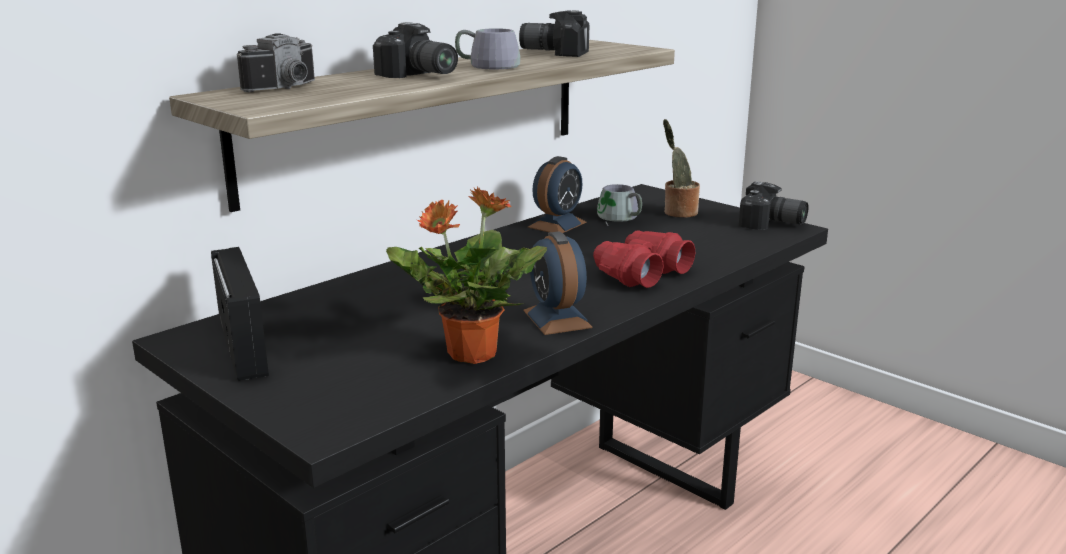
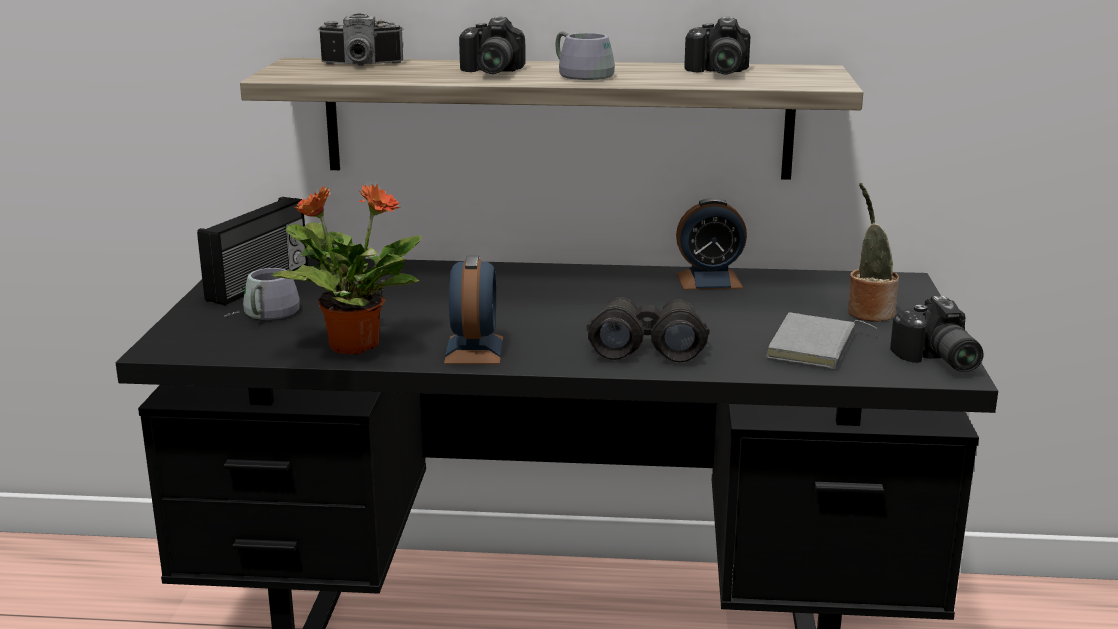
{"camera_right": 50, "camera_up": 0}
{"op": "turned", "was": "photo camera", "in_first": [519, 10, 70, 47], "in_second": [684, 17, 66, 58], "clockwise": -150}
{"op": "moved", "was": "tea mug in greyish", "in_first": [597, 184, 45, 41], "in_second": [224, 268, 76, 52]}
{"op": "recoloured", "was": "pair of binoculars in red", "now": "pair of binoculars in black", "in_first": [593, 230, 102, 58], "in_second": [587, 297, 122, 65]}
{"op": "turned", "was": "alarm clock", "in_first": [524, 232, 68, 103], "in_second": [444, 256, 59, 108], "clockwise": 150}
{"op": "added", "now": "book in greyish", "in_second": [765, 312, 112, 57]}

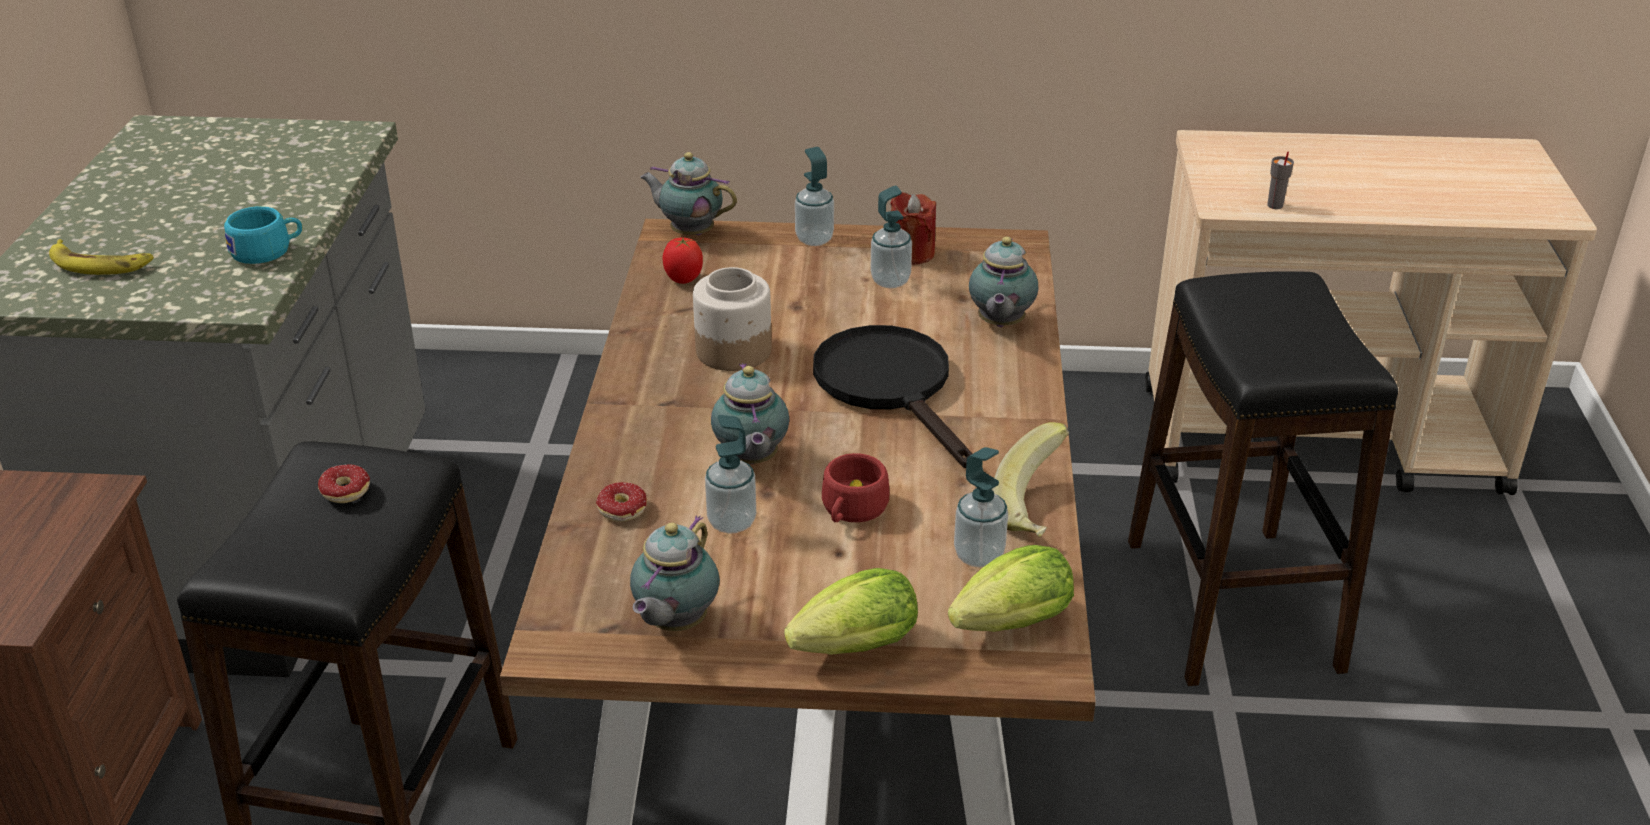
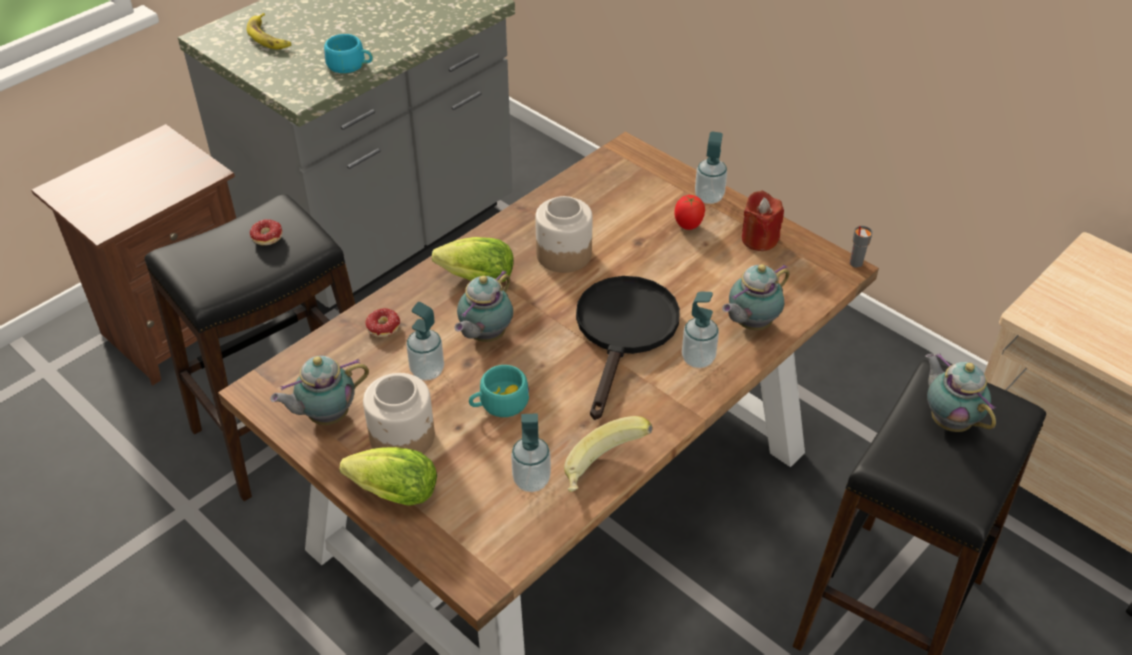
{"camera_right": 40, "camera_up": 10}
{"op": "moved", "was": "tea pot", "in_first": [640, 152, 97, 83], "in_second": [925, 353, 71, 79]}
{"op": "moved", "was": "drinking cup in greyish", "in_first": [1267, 152, 27, 57], "in_second": [850, 226, 23, 42]}
{"op": "moved", "was": "soap bottle", "in_first": [870, 186, 42, 102], "in_second": [682, 292, 37, 76]}
{"op": "moved", "was": "tomato", "in_first": [662, 238, 41, 46], "in_second": [674, 195, 31, 35]}
{"op": "recoloured", "was": "drinking cup in red", "now": "drinking cup in turquoise", "in_first": [822, 453, 67, 69], "in_second": [469, 365, 60, 52]}
{"op": "moved", "was": "lettuce head", "in_first": [948, 545, 126, 87], "in_second": [432, 237, 82, 45]}
{"op": "added", "now": "preserve jar", "in_second": [363, 373, 72, 81]}

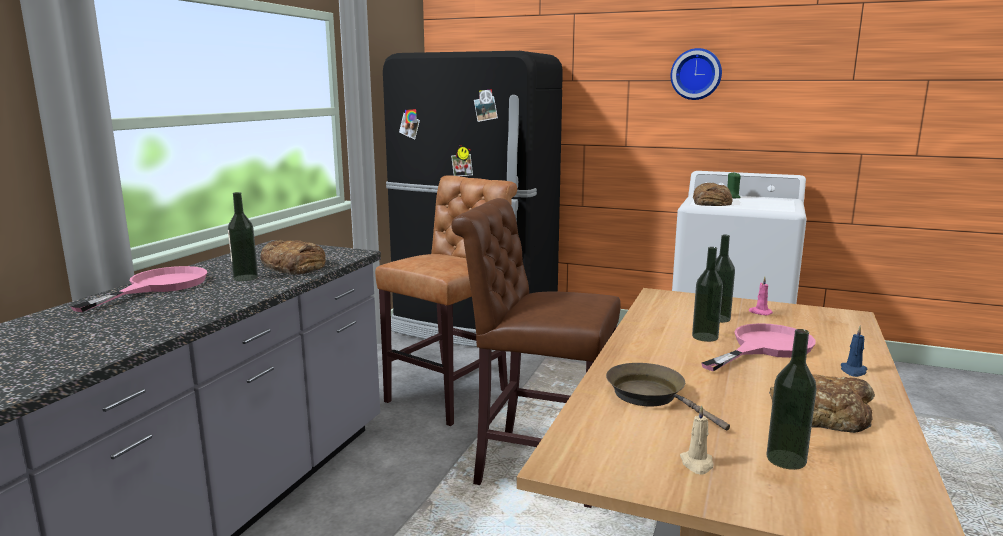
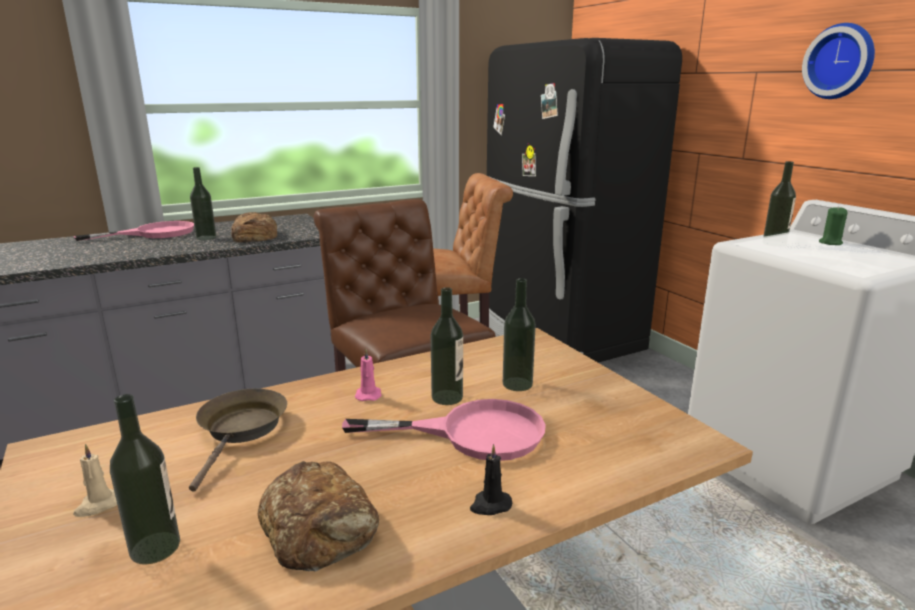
{"camera_right": 40, "camera_up": 5}
{"op": "replaced", "was": "bakery bread", "now": "beverage bottle", "in_first": [693, 183, 40, 23], "in_second": [763, 161, 33, 86]}
{"op": "moved", "was": "wax candle in pinkish", "in_first": [749, 277, 24, 39], "in_second": [355, 349, 27, 52]}
{"op": "recoloured", "was": "wax candle in bluish", "now": "wax candle in black", "in_first": [841, 326, 26, 51], "in_second": [470, 444, 42, 71]}

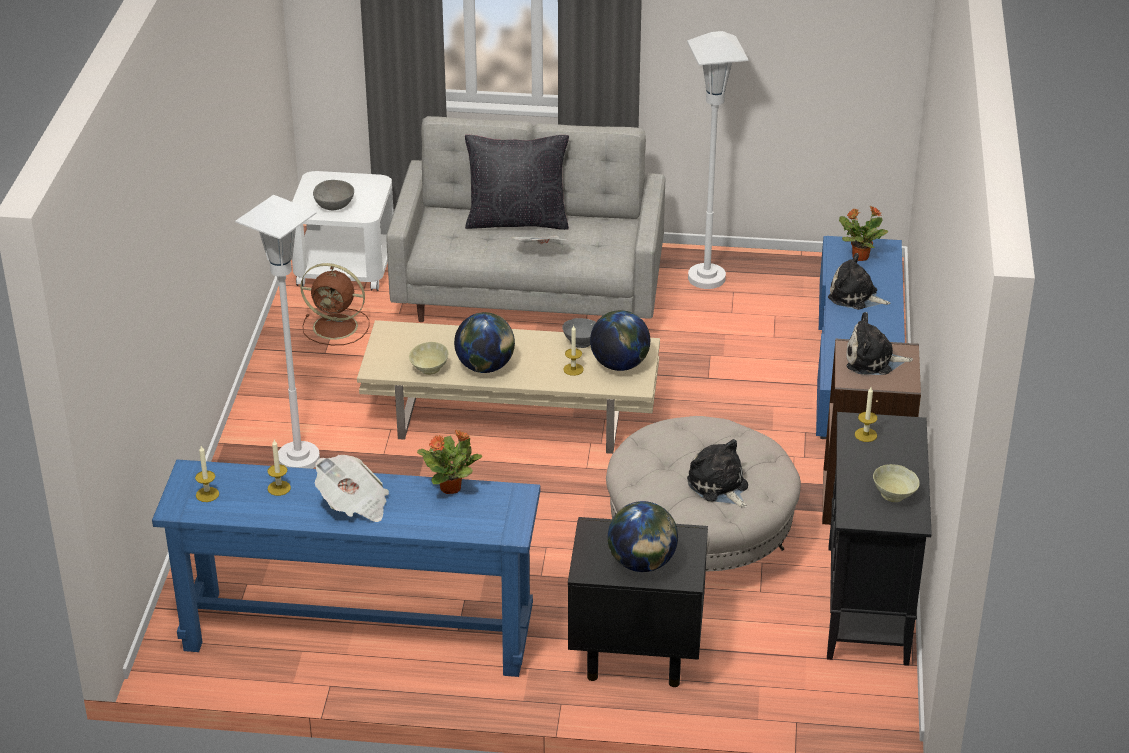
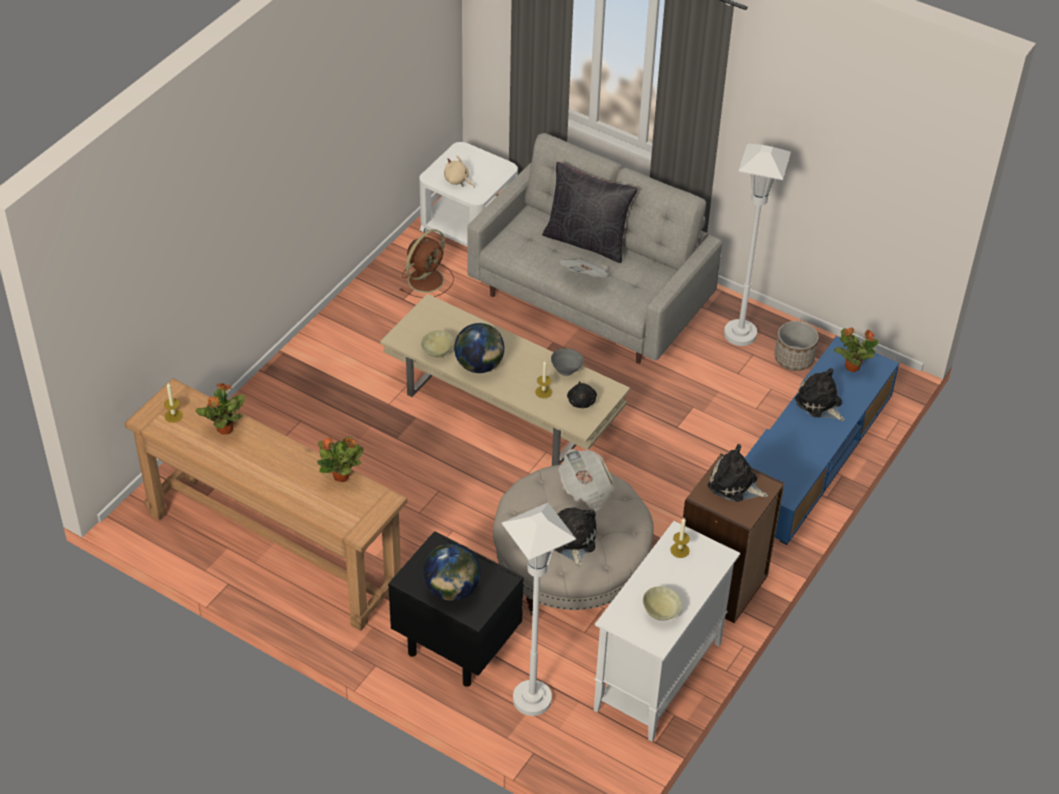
{"camera_right": 25, "camera_up": 10}
{"op": "replaced", "was": "deep dish in greyish", "now": "plush toy in beige-coloured", "in_first": [313, 180, 41, 30], "in_second": [444, 156, 31, 32]}
{"op": "moved", "was": "floor lamp in white", "in_first": [235, 195, 85, 274], "in_second": [502, 503, 74, 213]}
{"op": "turned", "was": "cooling fan in brown", "in_first": [300, 263, 69, 82], "in_second": [399, 229, 55, 69], "clockwise": -90}
{"op": "replaced", "was": "world globe", "now": "plush toy in black", "in_first": [590, 310, 60, 61], "in_second": [567, 381, 30, 27]}
{"op": "recoloured", "was": "cabinet in black", "now": "cabinet in white", "in_first": [827, 412, 105, 254], "in_second": [594, 521, 146, 221]}
{"op": "replaced", "was": "wax candle", "now": "houseplant", "in_first": [267, 440, 24, 56], "in_second": [196, 383, 49, 52]}
{"op": "moved", "was": "daily paper", "in_first": [314, 455, 75, 67], "in_second": [558, 449, 57, 62]}
{"op": "recoloured", "was": "console table in bluish", "now": "console table in brown", "in_first": [152, 459, 389, 218], "in_second": [124, 378, 283, 253]}
{"op": "added", "now": "planter", "in_second": [775, 321, 44, 50]}

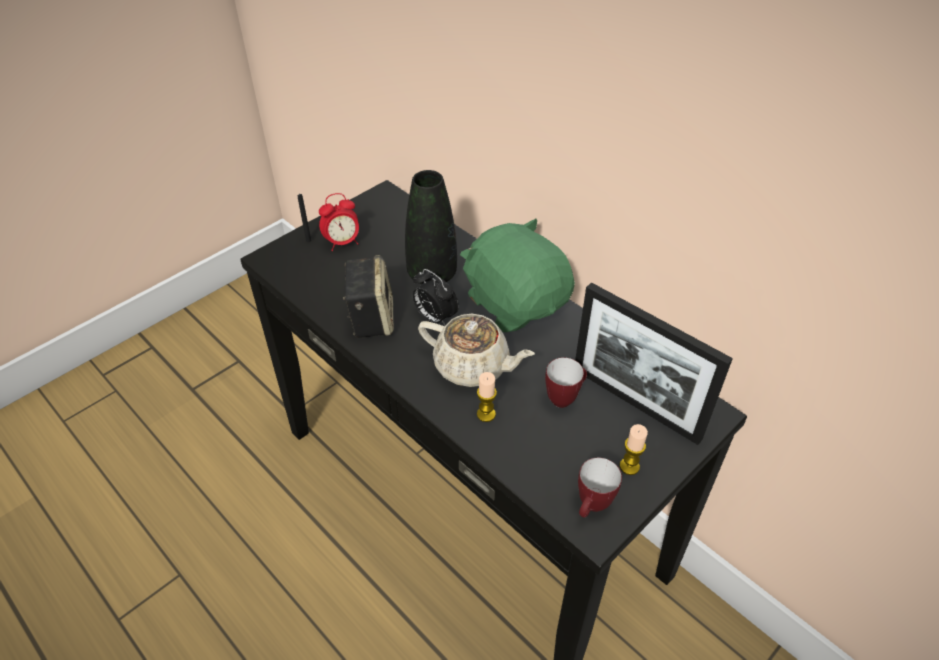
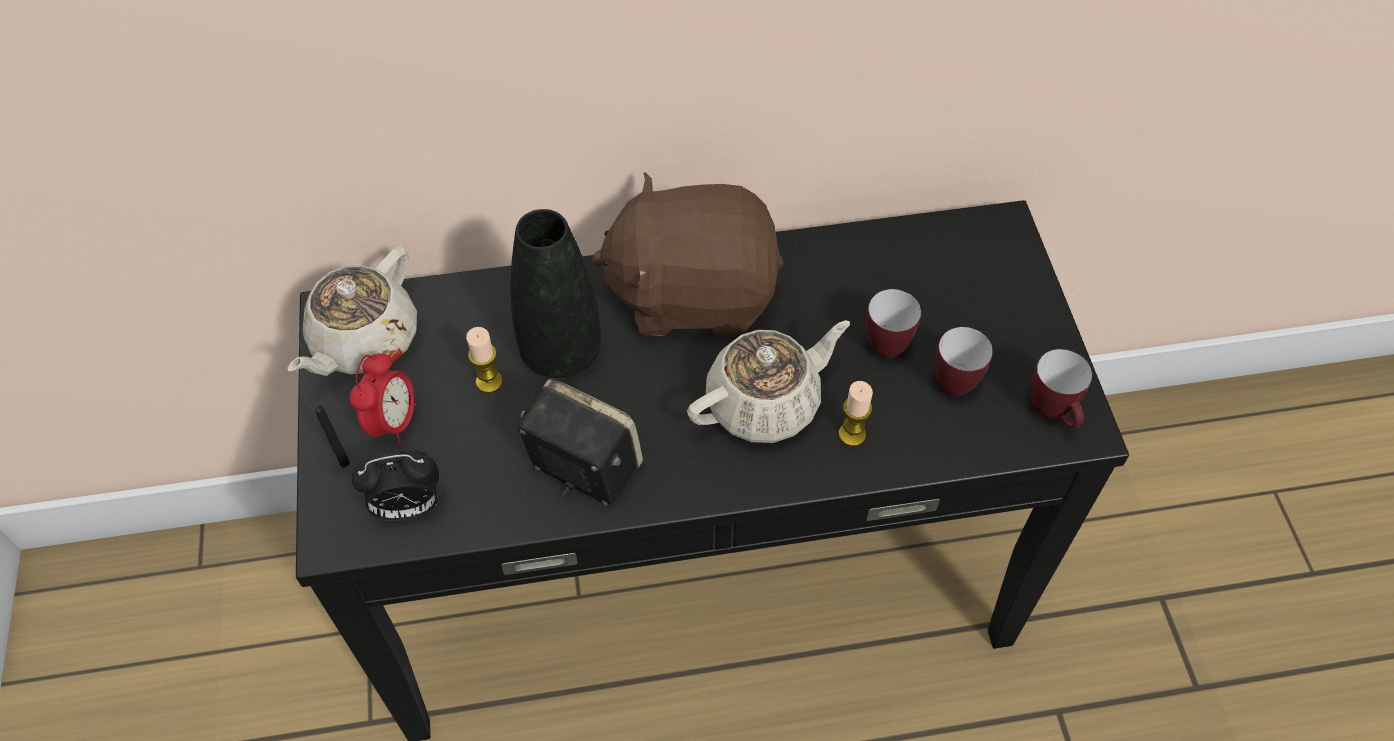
{"camera_right": -55, "camera_up": 10}
{"op": "recoloured", "was": "plush toy in green-coloured", "now": "plush toy in brown", "in_first": [460, 219, 115, 113], "in_second": [591, 172, 192, 165]}
{"op": "moved", "was": "alarm clock", "in_first": [413, 269, 46, 57], "in_second": [352, 451, 87, 70]}
{"op": "removed", "was": "photo frame", "in_first": [575, 282, 158, 163]}
{"op": "moved", "was": "wax candle", "in_first": [620, 424, 28, 51], "in_second": [466, 327, 37, 66]}
{"op": "added", "now": "tea pot in beige-coloured", "in_second": [288, 247, 129, 129]}
{"op": "added", "now": "tea mug", "in_second": [935, 327, 58, 69]}

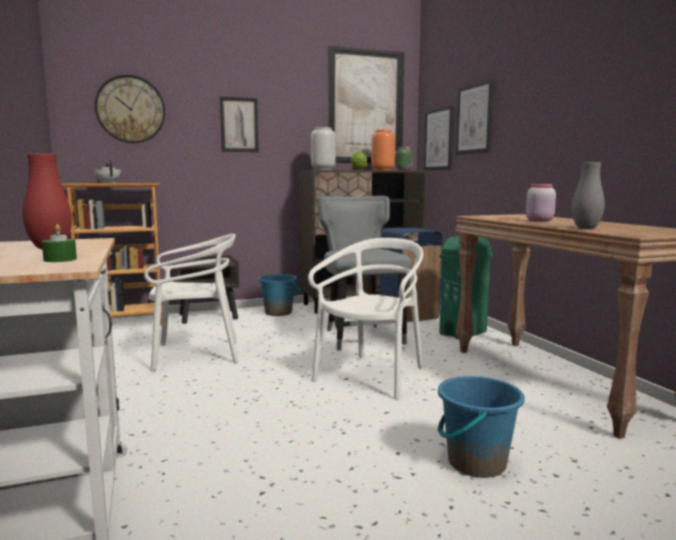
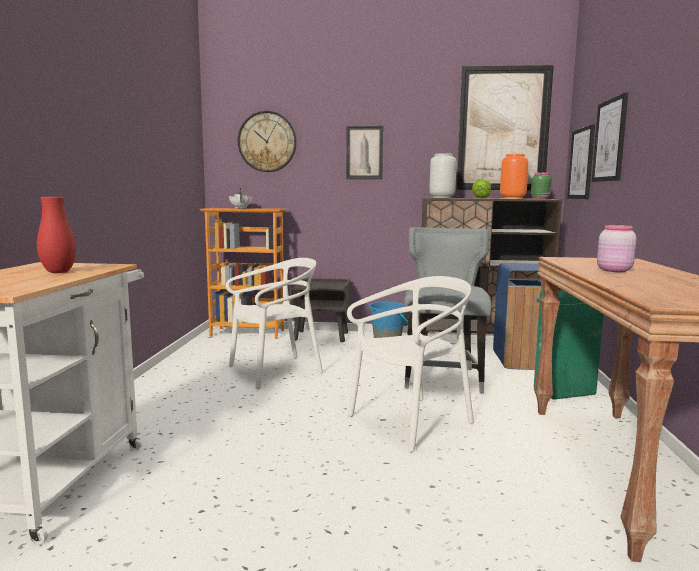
{"camera_right": 25, "camera_up": 0}
{"op": "removed", "was": "vase in greyish", "in_first": [571, 162, 34, 67]}
{"op": "removed", "was": "wax candle in green-coloured", "in_first": [42, 224, 35, 38]}
{"op": "turned", "was": "plain chair in white", "in_first": [144, 234, 94, 137], "in_second": [226, 258, 97, 131], "clockwise": -45}
{"op": "removed", "was": "bucket in bluish", "in_first": [438, 376, 87, 102]}

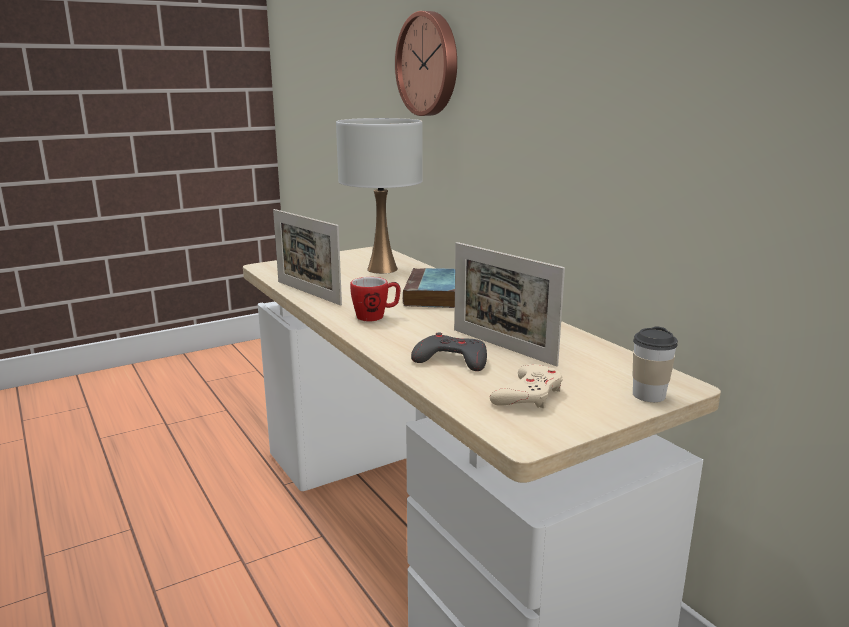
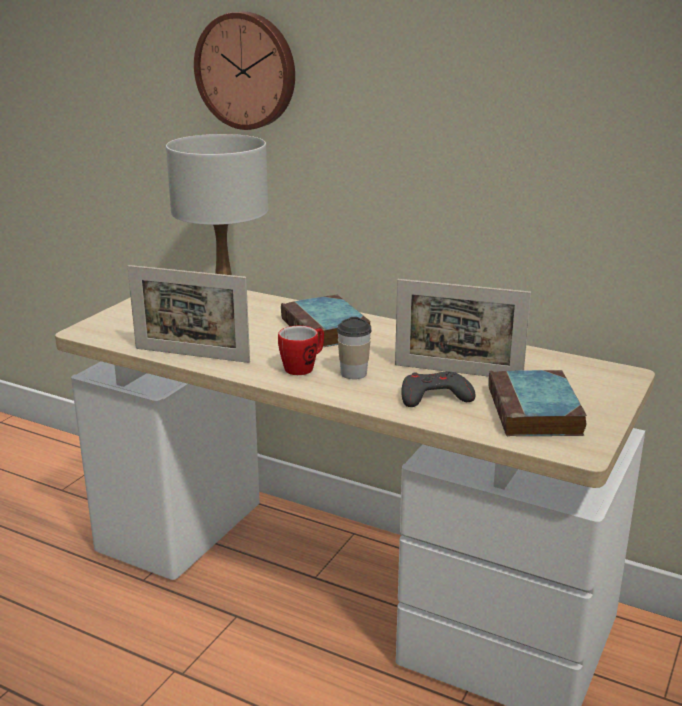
{"camera_right": -30, "camera_up": 5}
{"op": "moved", "was": "drinking cup", "in_first": [633, 326, 45, 76], "in_second": [337, 317, 35, 62]}
{"op": "replaced", "was": "gamepad in beige-coloured", "now": "book", "in_first": [490, 364, 73, 44], "in_second": [489, 370, 98, 66]}

